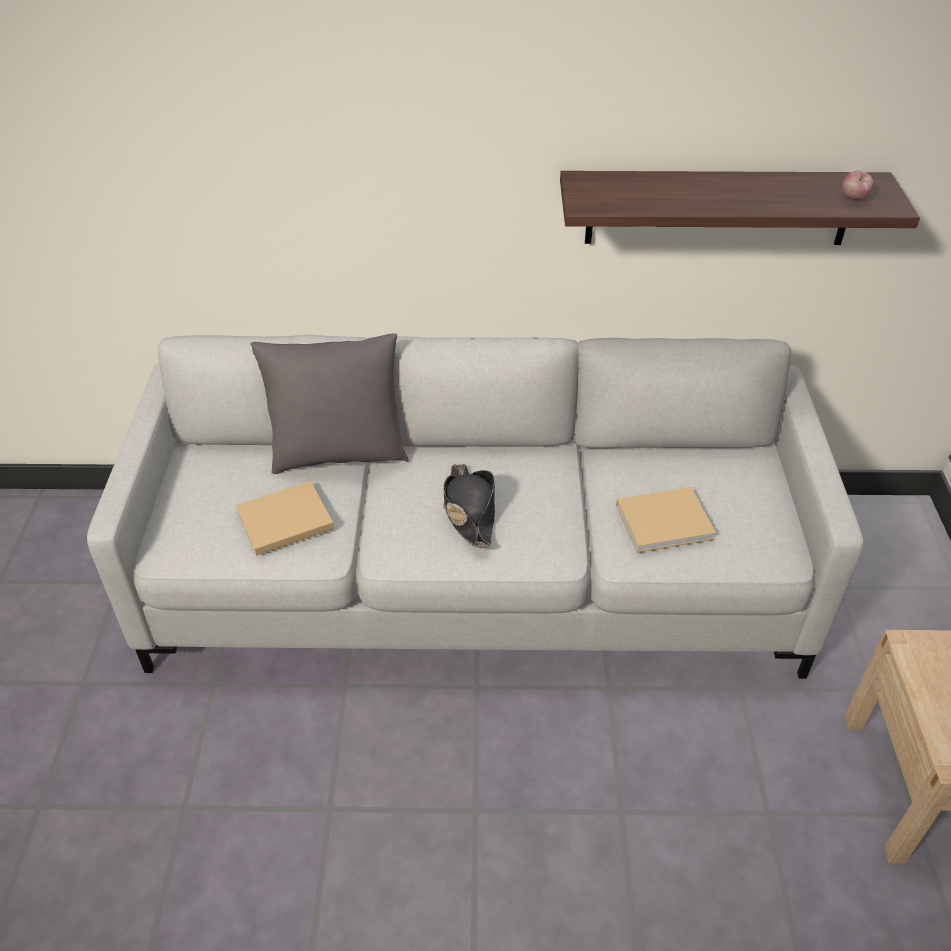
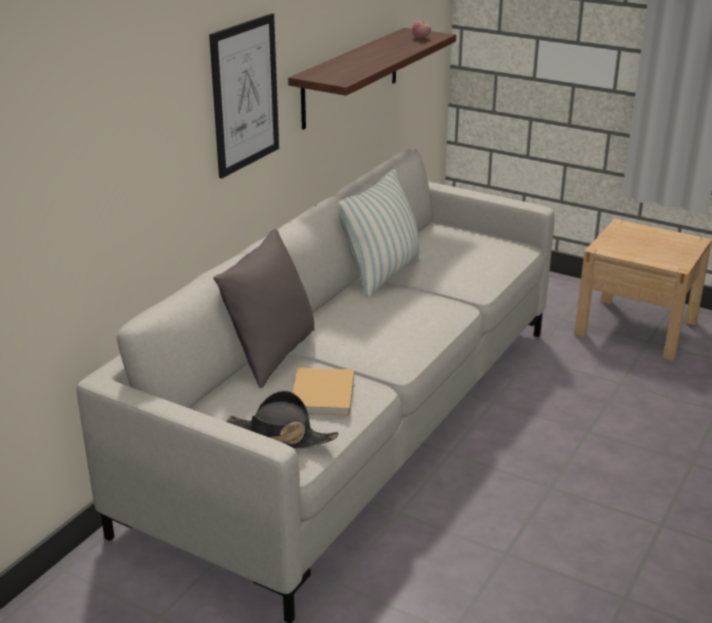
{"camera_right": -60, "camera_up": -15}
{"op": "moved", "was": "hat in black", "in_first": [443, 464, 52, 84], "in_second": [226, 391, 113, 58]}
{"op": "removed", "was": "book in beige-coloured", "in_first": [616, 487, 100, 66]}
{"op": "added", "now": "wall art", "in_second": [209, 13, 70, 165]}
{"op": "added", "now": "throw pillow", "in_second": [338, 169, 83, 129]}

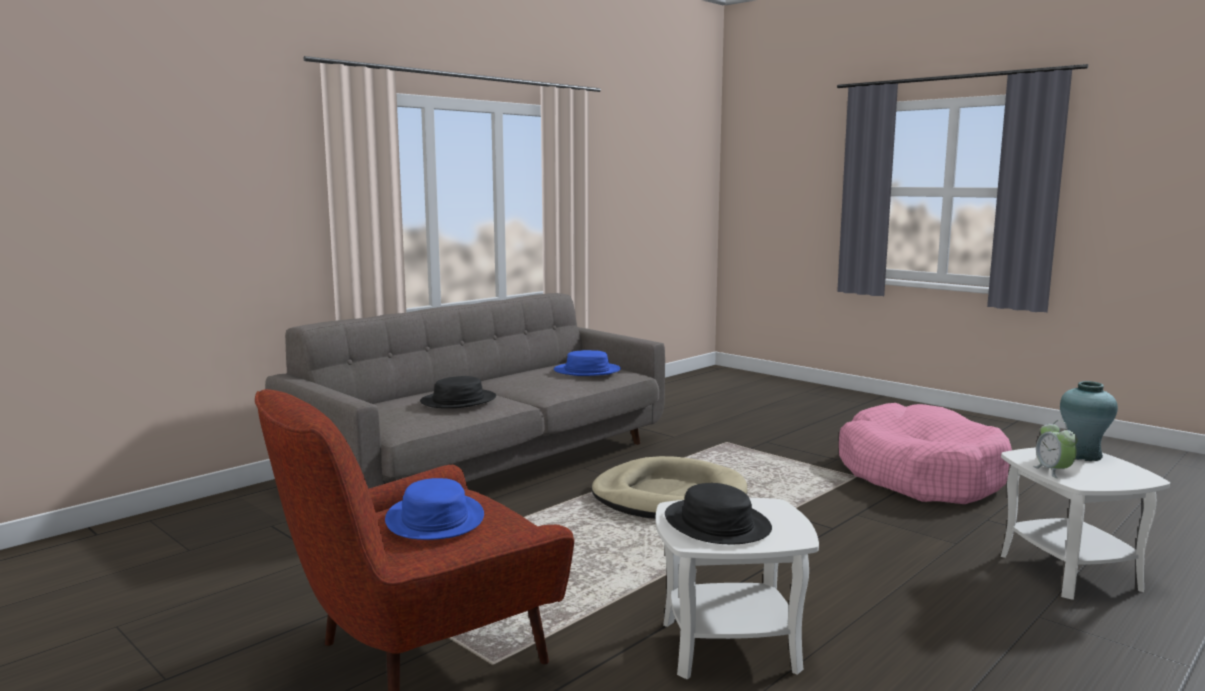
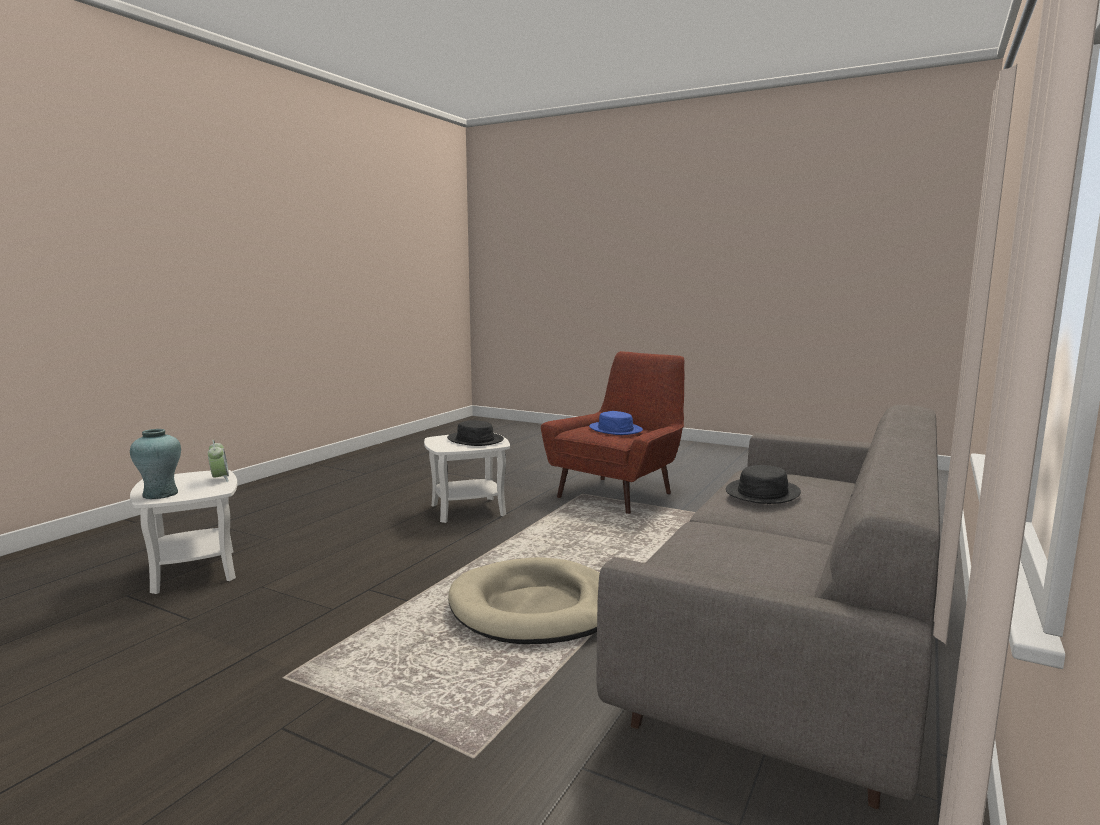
{"camera_right": 165, "camera_up": 0}
{"op": "removed", "was": "hat in bluish", "in_first": [554, 350, 67, 26]}
{"op": "removed", "was": "dog bed in pinkish", "in_first": [839, 403, 173, 101]}

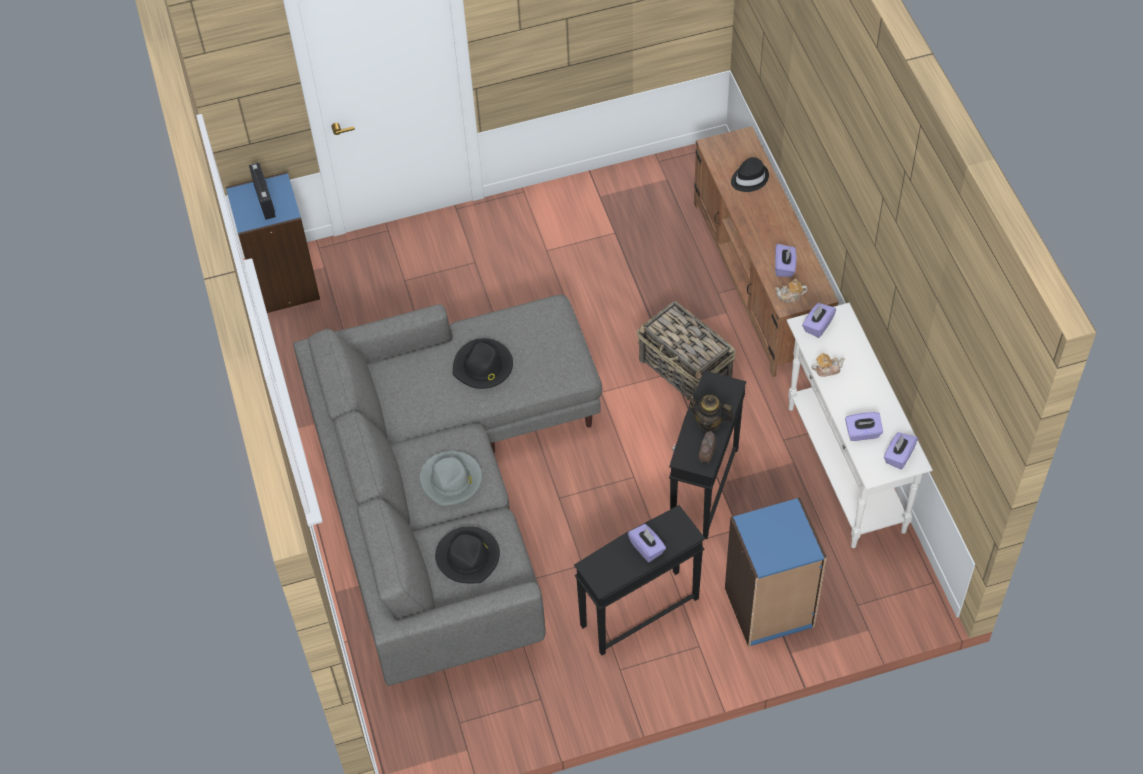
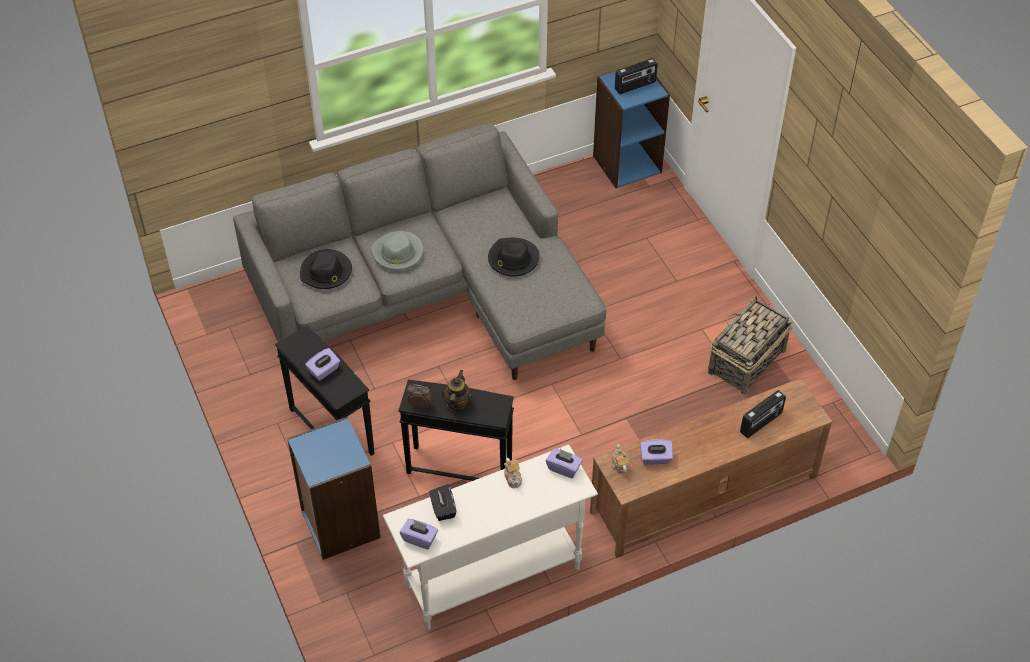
{"camera_right": 80, "camera_up": -5}
{"op": "replaced", "was": "hat in black", "now": "radio", "in_first": [731, 157, 38, 35], "in_second": [740, 390, 46, 48]}
{"op": "moved", "was": "storage basket", "in_first": [636, 302, 99, 96], "in_second": [708, 295, 85, 100]}
{"op": "recoloured", "was": "tissue box in purple", "now": "tissue box in black", "in_first": [845, 412, 38, 29], "in_second": [430, 484, 26, 37]}

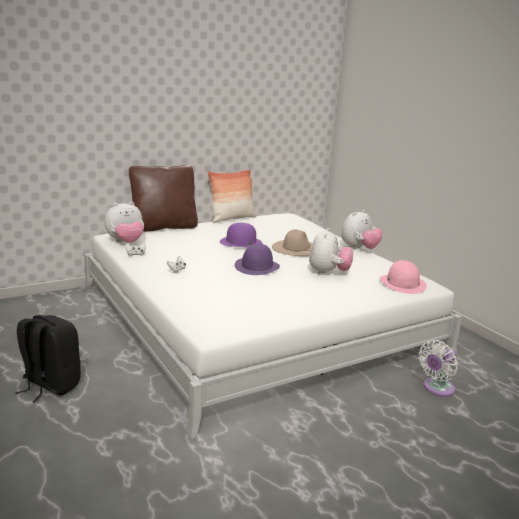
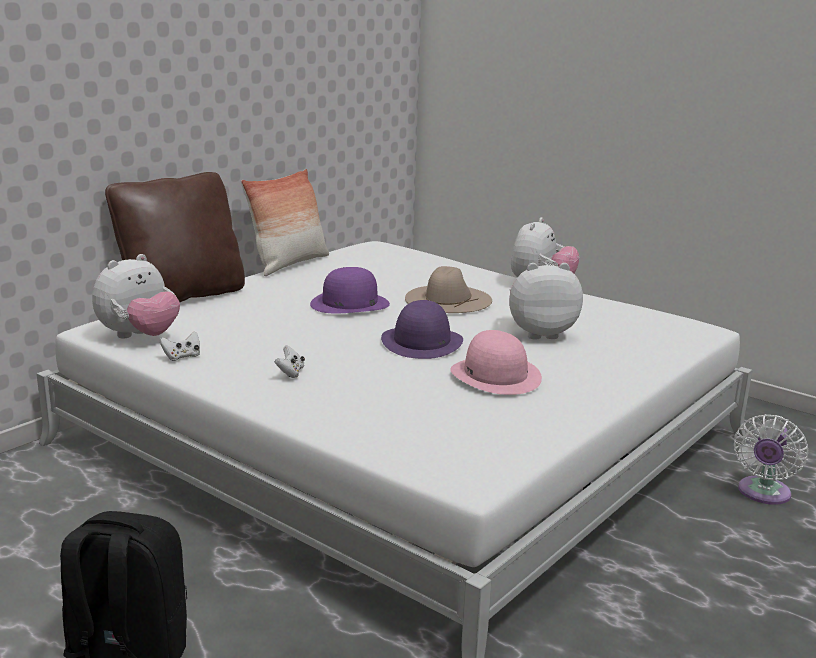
{"camera_right": -20, "camera_up": 0}
{"op": "turned", "was": "plush toy", "in_first": [309, 228, 44, 47], "in_second": [509, 263, 74, 77], "clockwise": -90}
{"op": "moved", "was": "hat in pinkish", "in_first": [380, 260, 47, 34], "in_second": [450, 330, 92, 65]}

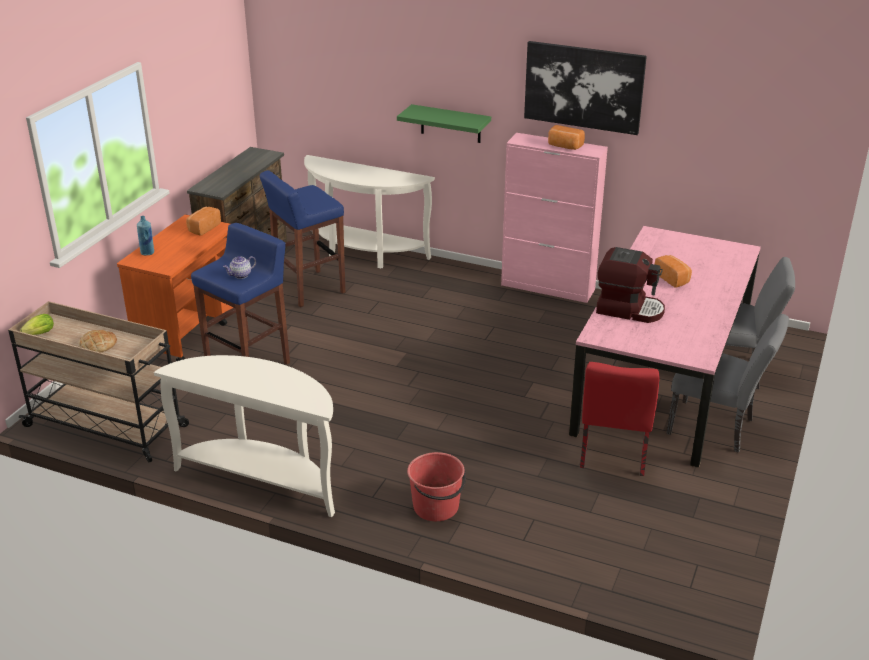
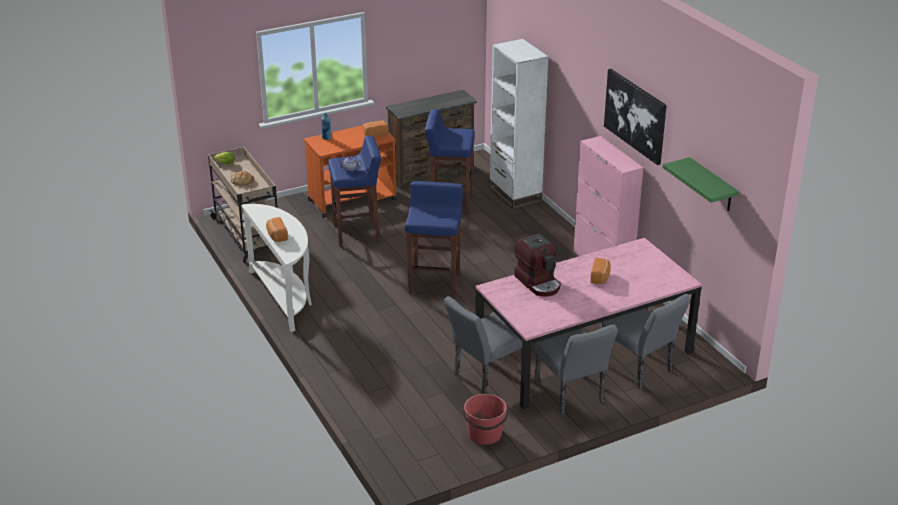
{"camera_right": 40, "camera_up": 0}
{"op": "moved", "was": "wall shelf in green-coloured", "in_first": [397, 104, 94, 39], "in_second": [663, 157, 76, 54]}
{"op": "moved", "was": "bakery bread", "in_first": [548, 125, 37, 25], "in_second": [266, 217, 22, 25]}
{"op": "replaced", "was": "console table in white", "now": "bookcase in white", "in_first": [304, 155, 131, 114], "in_second": [489, 39, 60, 170]}
{"op": "recoloured", "was": "plain chair in red", "now": "plain chair in greyish", "in_first": [580, 362, 80, 114], "in_second": [444, 296, 78, 98]}
{"op": "moved", "was": "bucket in red", "in_first": [407, 452, 59, 69], "in_second": [463, 394, 46, 51]}
{"op": "added", "now": "stool in bluish", "in_second": [405, 181, 58, 116]}

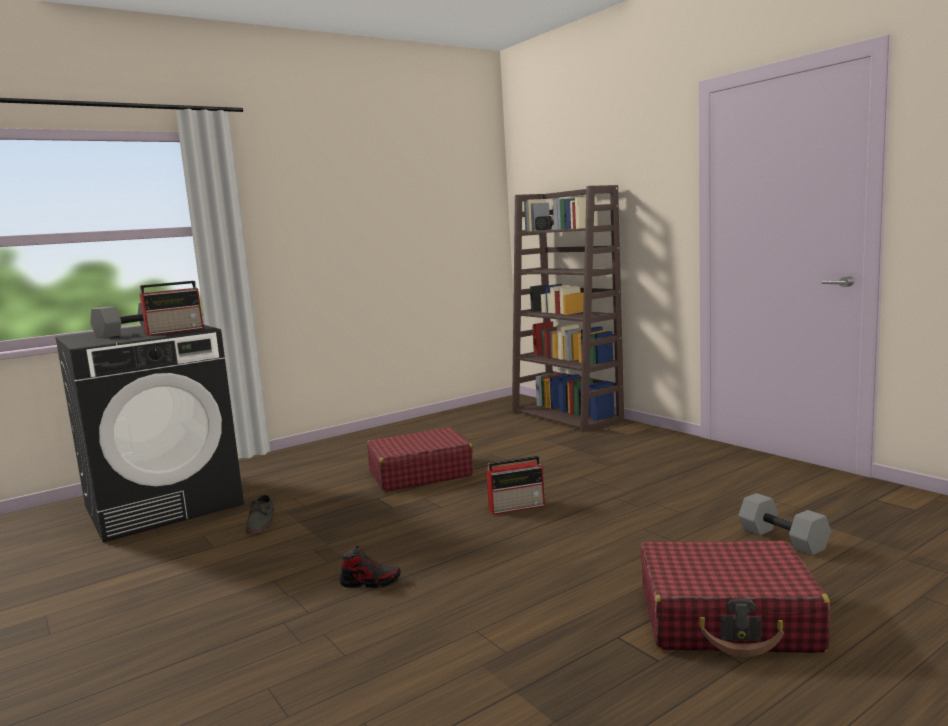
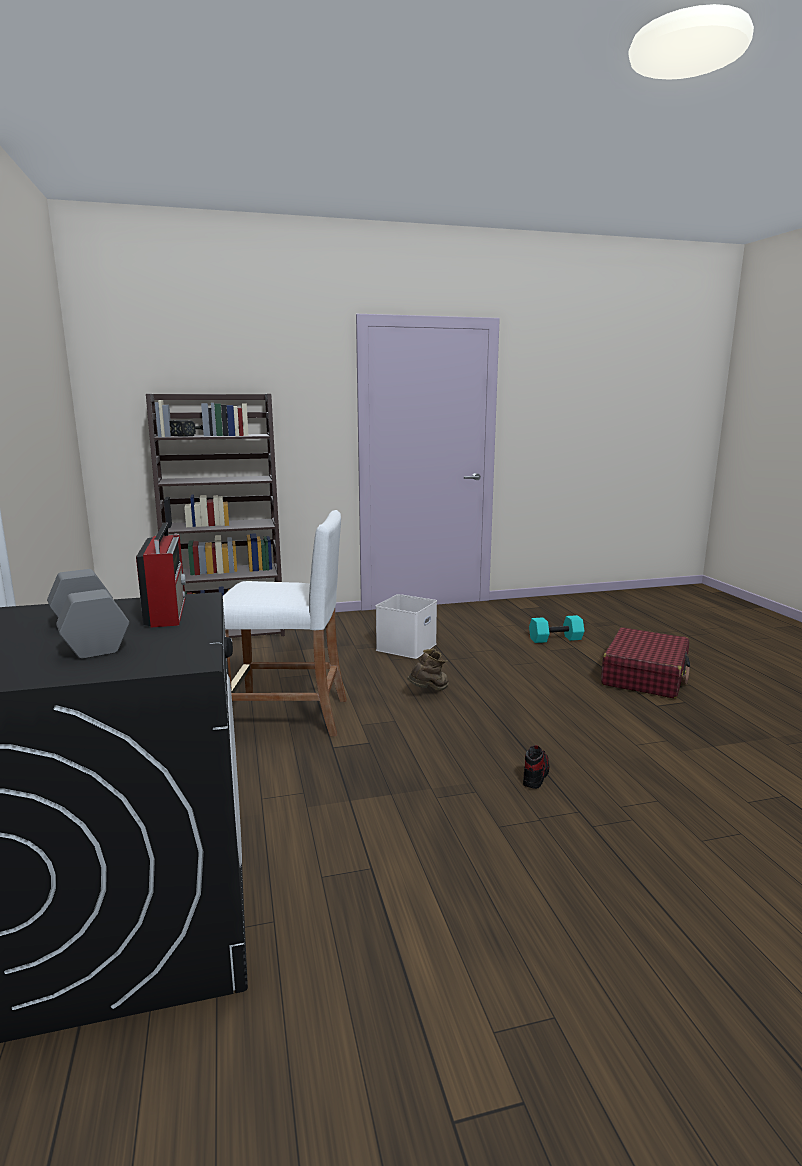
{"camera_right": -70, "camera_up": 5}
{"op": "replaced", "was": "piece of luggage in red", "now": "stool in white", "in_first": [367, 427, 106, 65], "in_second": [223, 510, 124, 226]}
{"op": "replaced", "was": "radio", "now": "boot in brown", "in_first": [486, 456, 59, 59], "in_second": [407, 649, 42, 42]}
{"op": "recoloured", "was": "free weight in greyish", "now": "free weight in turquoise", "in_first": [739, 493, 92, 63], "in_second": [529, 615, 55, 28]}
{"op": "removed", "was": "low shoe in greyish", "in_first": [246, 494, 29, 40]}
{"op": "added", "now": "storage container in white", "in_second": [376, 594, 61, 65]}

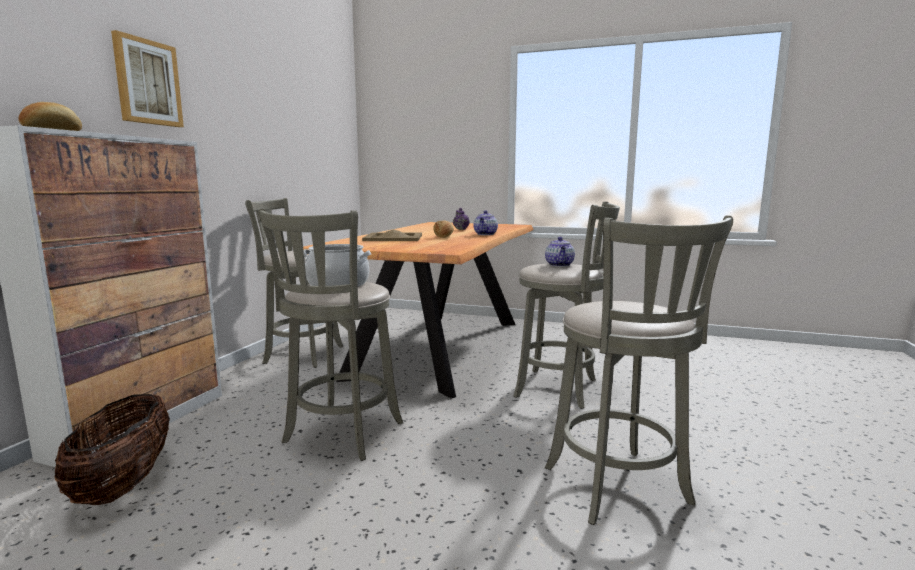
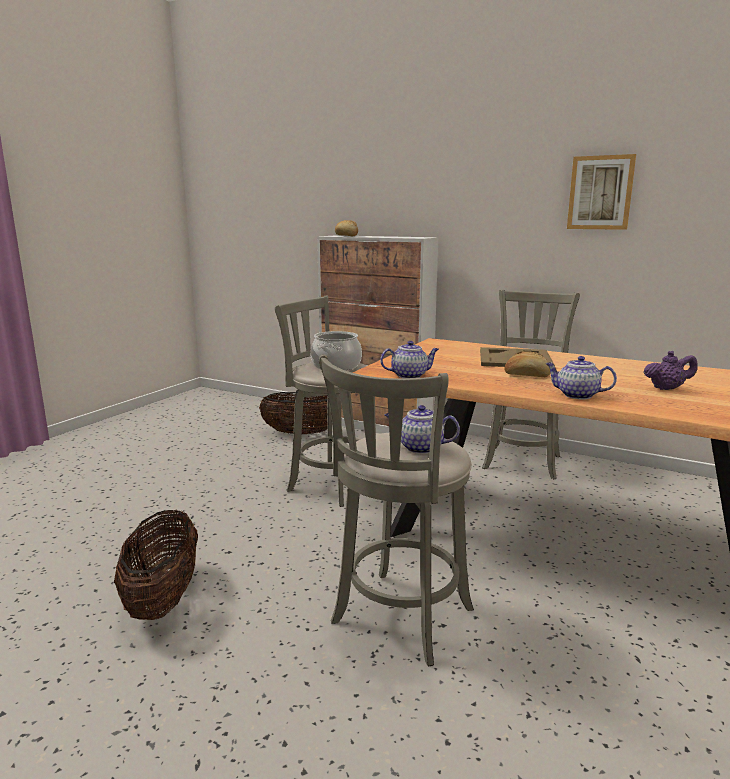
{"camera_right": 100, "camera_up": 5}
{"op": "moved", "was": "wall art", "in_first": [111, 30, 73, 97], "in_second": [567, 154, 69, 76]}
{"op": "replaced", "was": "stool in greyish", "now": "storage basket", "in_first": [545, 215, 188, 310], "in_second": [114, 510, 84, 110]}
{"op": "added", "now": "tea pot", "in_second": [380, 341, 59, 38]}

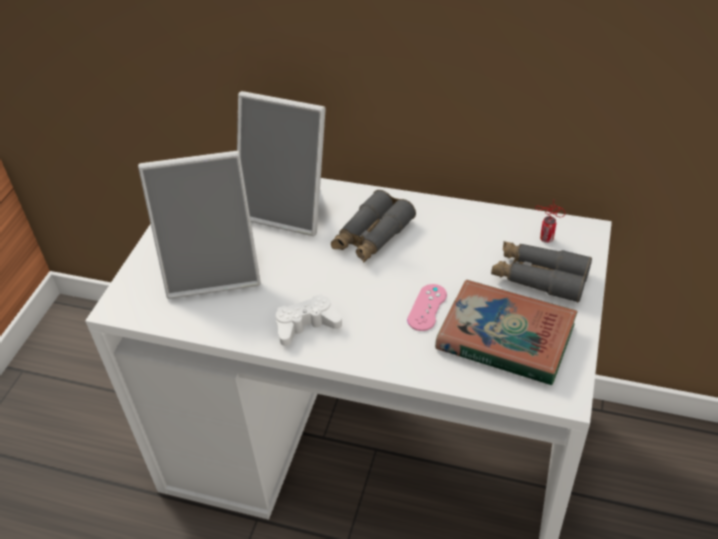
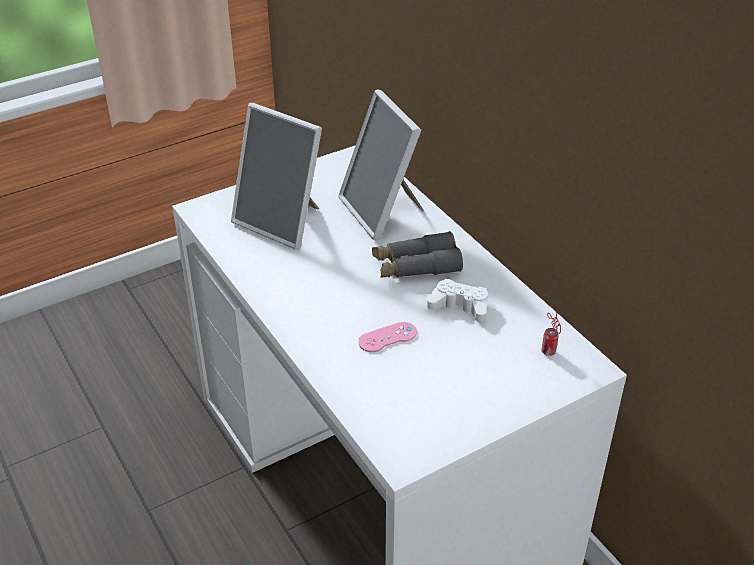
{"camera_right": 40, "camera_up": -5}
{"op": "removed", "was": "pair of binoculars in greyish", "in_first": [491, 241, 101, 62]}
{"op": "removed", "was": "book", "in_first": [435, 280, 143, 105]}
{"op": "moved", "was": "gamepad in white", "in_first": [276, 294, 66, 52], "in_second": [427, 279, 61, 43]}

